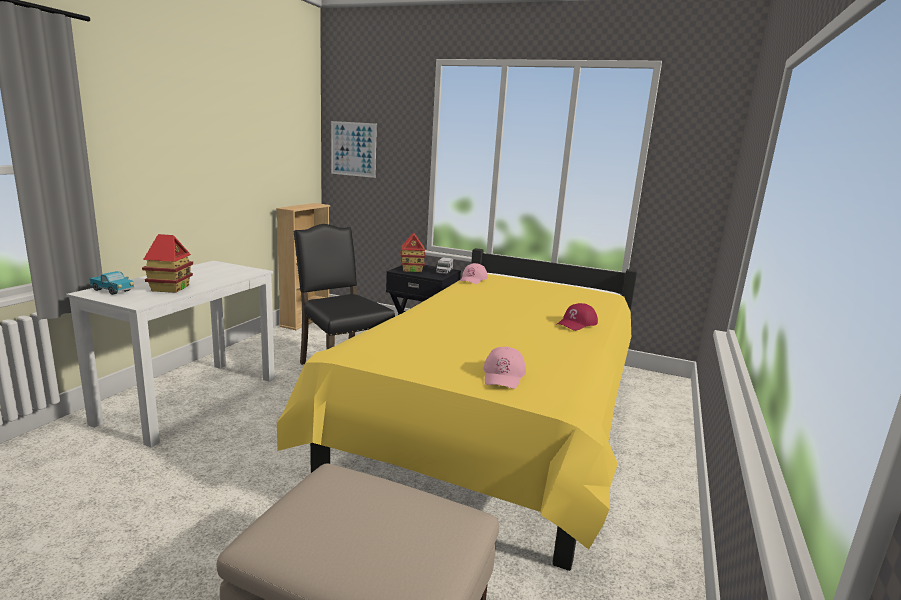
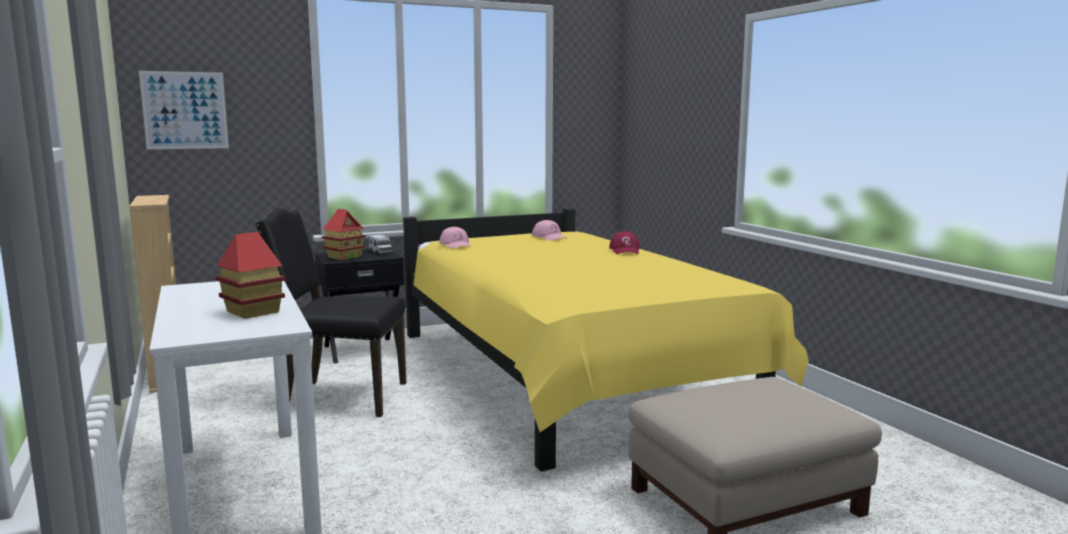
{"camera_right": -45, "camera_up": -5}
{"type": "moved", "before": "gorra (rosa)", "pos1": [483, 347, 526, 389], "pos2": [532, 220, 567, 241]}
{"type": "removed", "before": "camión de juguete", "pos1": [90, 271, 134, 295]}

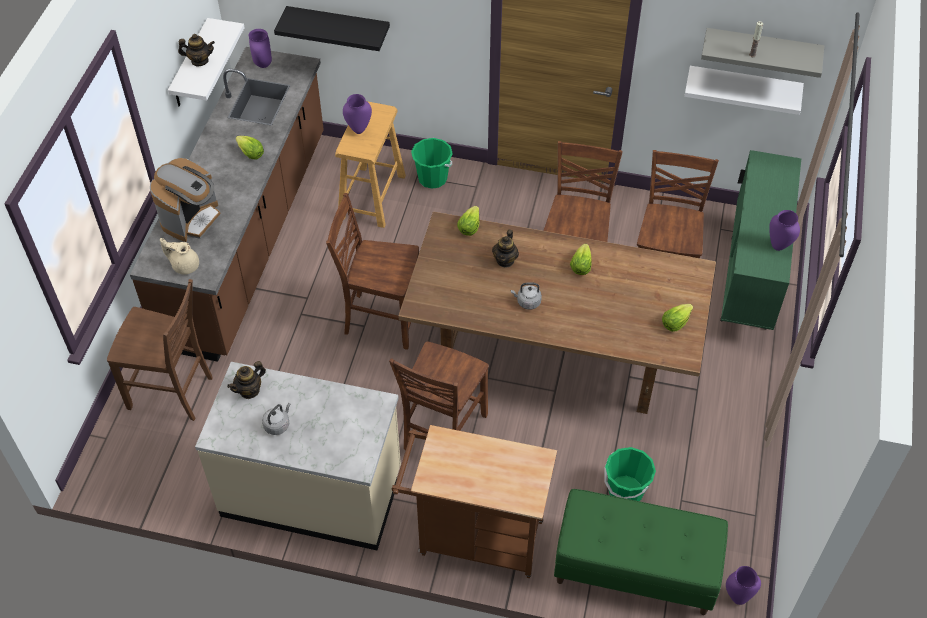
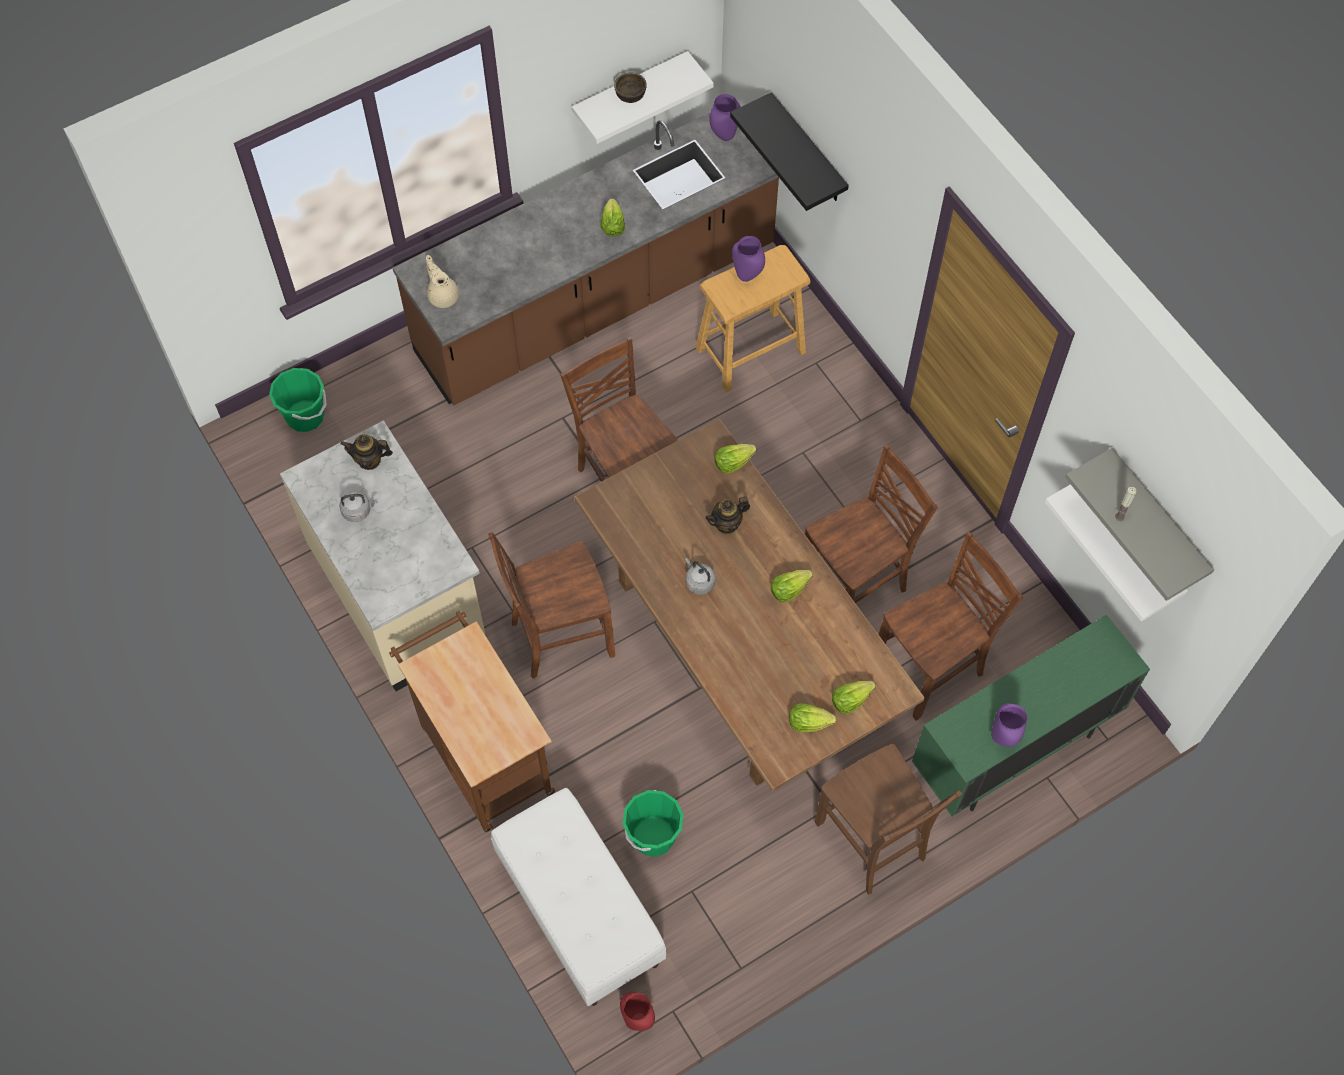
{"camera_right": 45, "camera_up": 10}
{"type": "moved", "before": "cubo (verde)", "pos1": [411, 138, 453, 189], "pos2": [269, 368, 327, 432]}
{"type": "recoloured", "before": "banco (verde)", "after": "banco (blanco)", "pos1": [554, 489, 728, 615], "pos2": [491, 788, 666, 1006]}
{"type": "replaced", "before": "tetera", "after": "cuenco (marrón)", "pos1": [178, 34, 215, 66], "pos2": [614, 72, 647, 103]}
{"type": "recoloured", "before": "florero (morado)", "after": "florero (rojo)", "pos1": [726, 566, 761, 605], "pos2": [620, 992, 655, 1031]}
{"type": "moved", "before": "silla (marrón)", "pos1": [107, 279, 213, 421], "pos2": [815, 744, 962, 894]}
{"type": "added", "after": "lechuga", "pos2": [832, 681, 876, 714]}
{"type": "removed", "before": "cafetera", "pos1": [150, 158, 221, 242]}

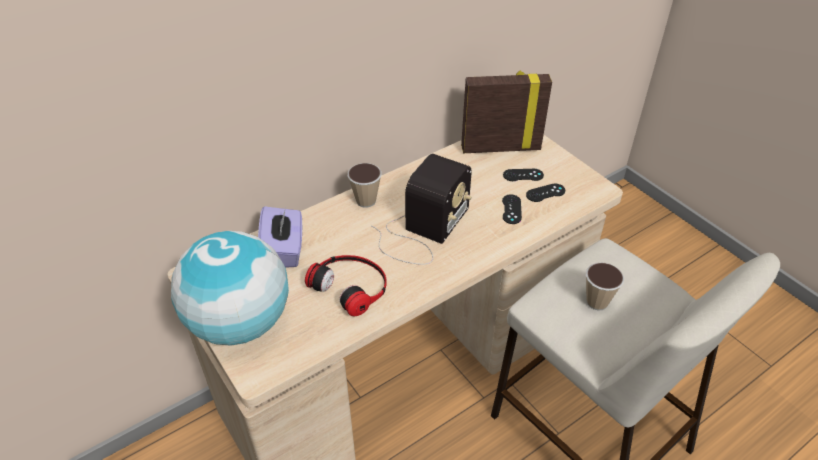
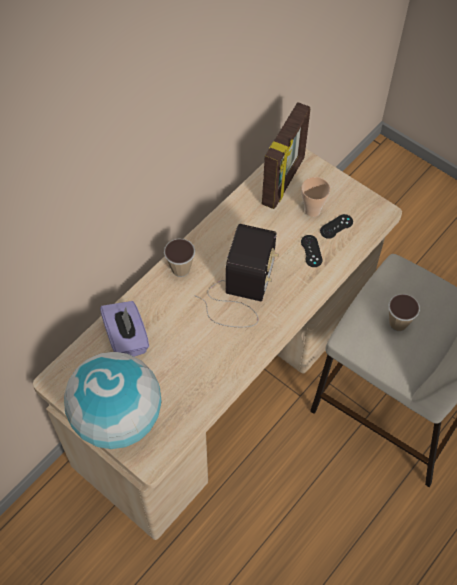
{"camera_right": -15, "camera_up": 15}
{"type": "turned", "before": "portarretratos", "pos1": [461, 71, 552, 153], "pos2": [262, 102, 310, 209], "turn": 135}
{"type": "replaced", "before": "mando de consola (negro)", "after": "taza", "pos1": [503, 169, 544, 181], "pos2": [301, 177, 330, 217]}
{"type": "removed", "before": "auriculares", "pos1": [305, 255, 387, 316]}

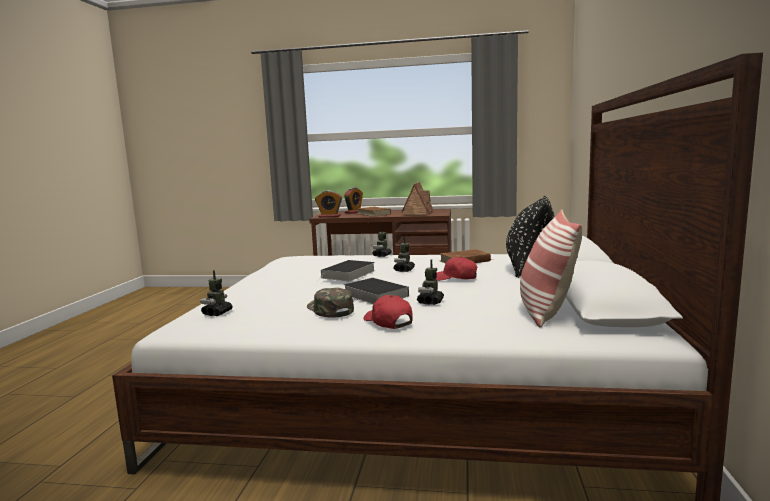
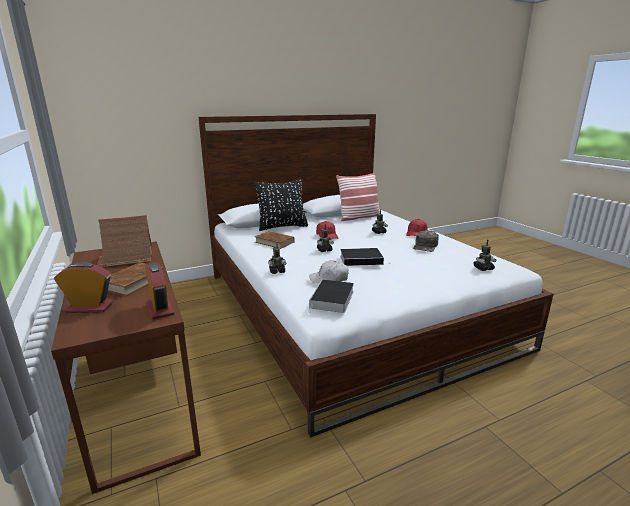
{"camera_right": -125, "camera_up": 10}
{"type": "added", "after": "gorra (blanco)", "pos2": [309, 260, 349, 283]}
{"type": "moved", "before": "libro", "pos1": [344, 278, 409, 304], "pos2": [309, 280, 354, 313]}

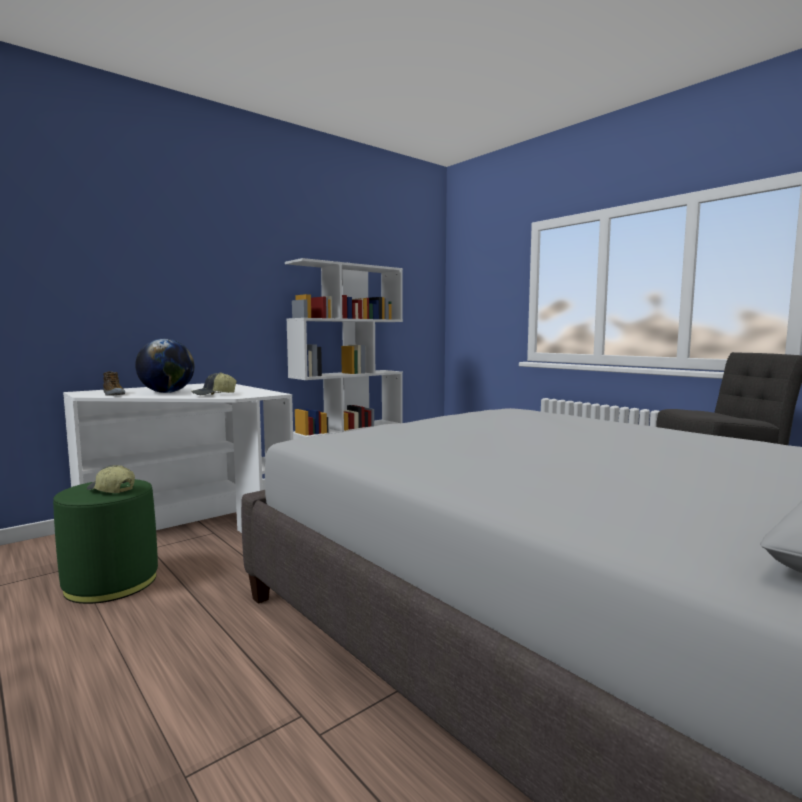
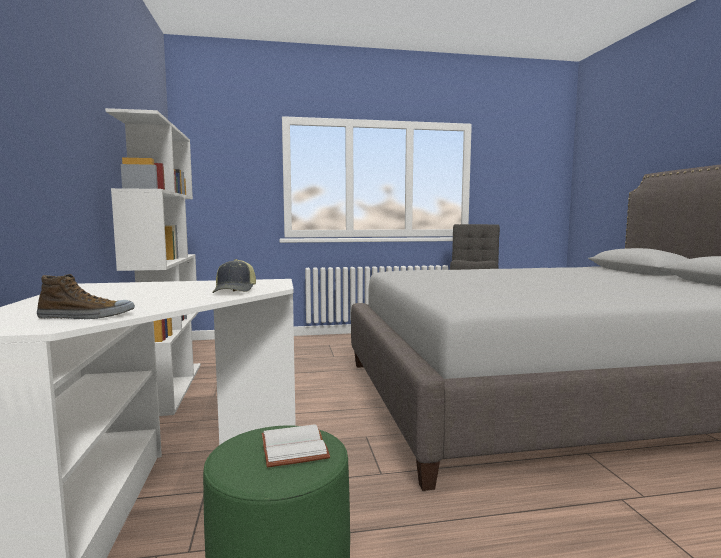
{"camera_right": -60, "camera_up": 0}
{"type": "replaced", "before": "gorra", "after": "libro (blanco)", "pos1": [87, 465, 135, 493], "pos2": [261, 424, 330, 467]}
{"type": "removed", "before": "globo terráqueo", "pos1": [135, 339, 195, 393]}

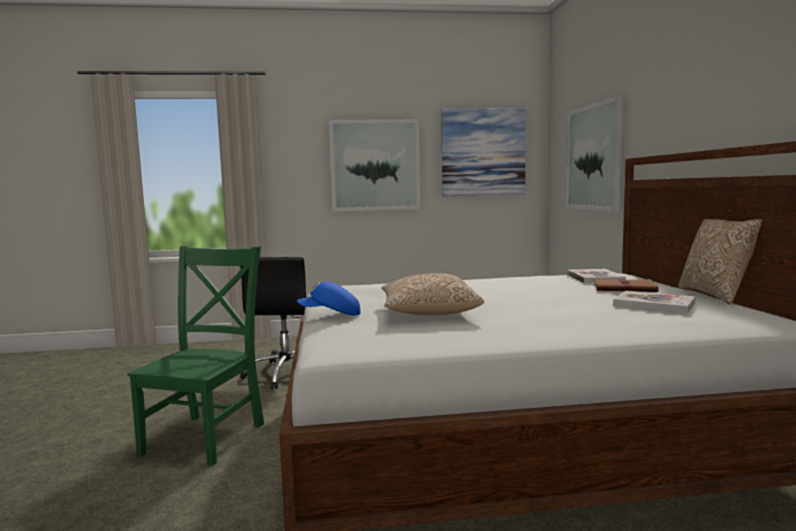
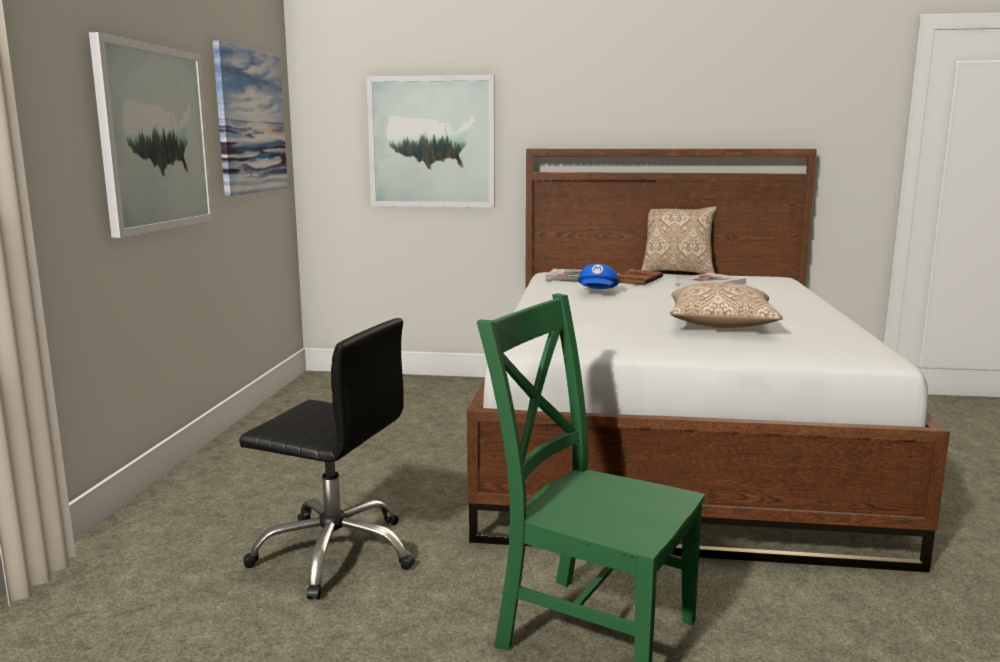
{"camera_right": -75, "camera_up": 5}
{"type": "moved", "before": "gorra (azul)", "pos1": [297, 282, 361, 316], "pos2": [578, 264, 619, 289]}

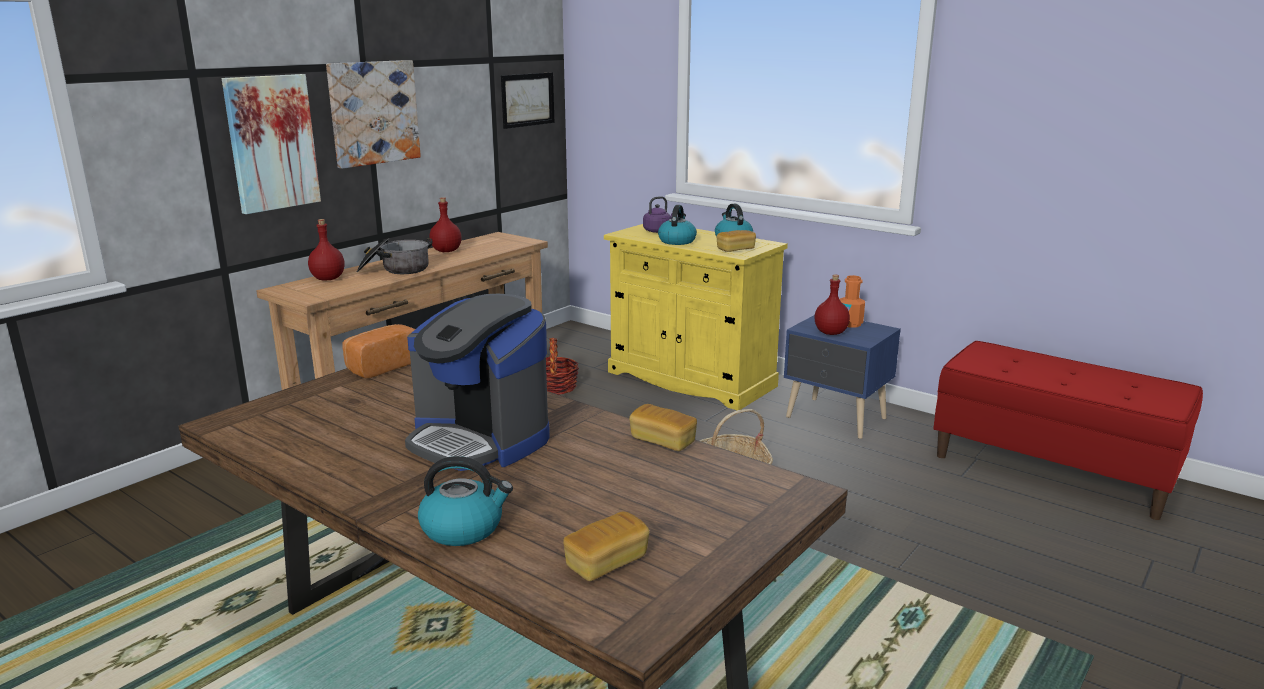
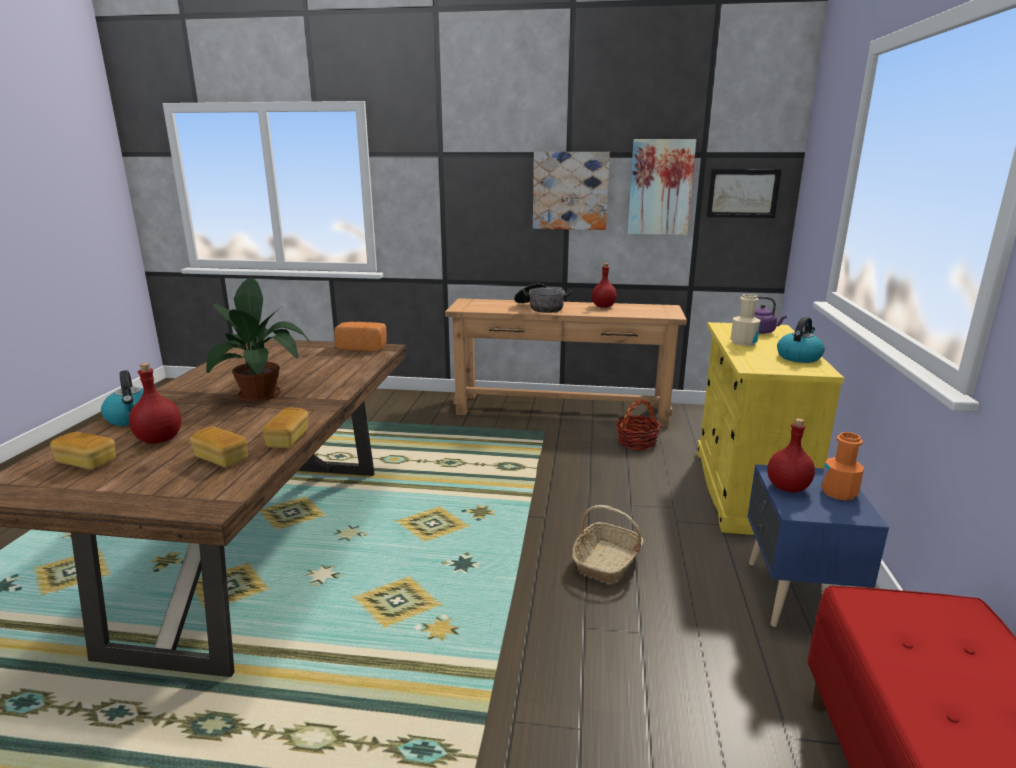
{"camera_right": 60, "camera_up": 0}
{"type": "moved", "before": "botella (rojo)", "pos1": [308, 219, 345, 280], "pos2": [129, 363, 181, 444]}
{"type": "moved", "before": "pan", "pos1": [717, 230, 756, 252], "pos2": [190, 427, 248, 468]}
{"type": "replaced", "before": "cafetera", "after": "planta en maceta", "pos1": [405, 294, 550, 471], "pos2": [206, 278, 312, 402]}
{"type": "moved", "before": "cuadro", "pos1": [222, 74, 321, 214], "pos2": [628, 139, 696, 235]}
{"type": "replaced", "before": "hervidor", "after": "botella (beis)", "pos1": [658, 205, 697, 245], "pos2": [731, 294, 760, 346]}

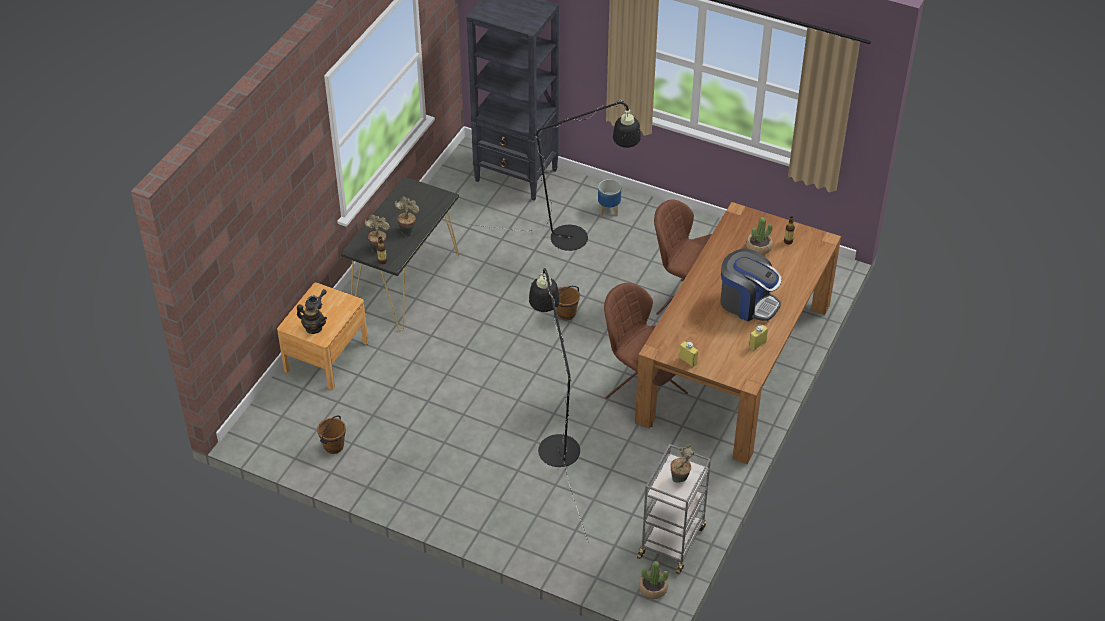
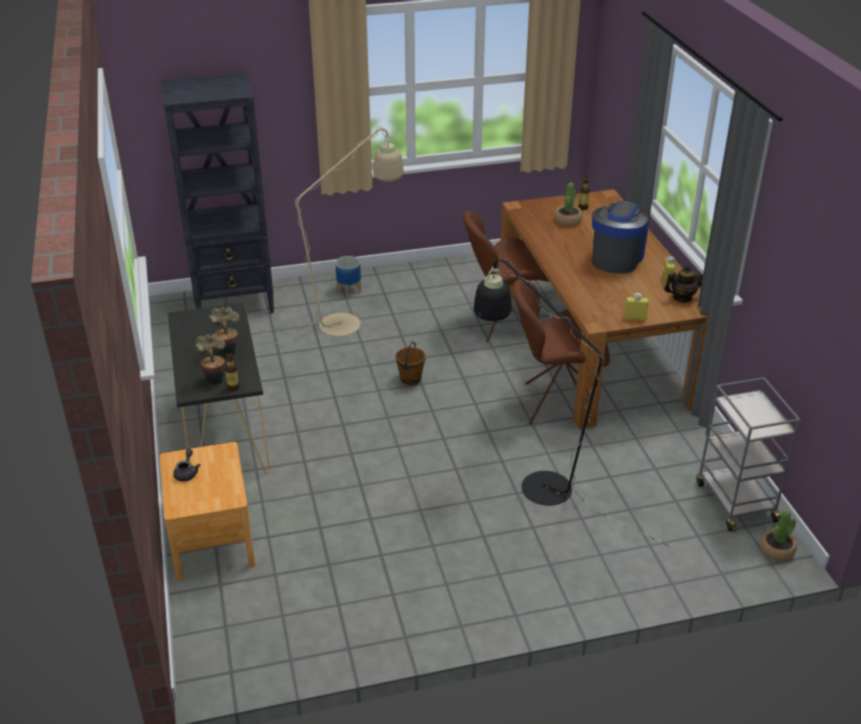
{"camera_right": -40, "camera_up": -10}
{"type": "recoloured", "before": "lámpara de pie (negro)", "after": "lámpara de pie (beis)", "pos1": [468, 100, 641, 251], "pos2": [256, 126, 404, 350]}
{"type": "turned", "before": "cafetera", "pos1": [720, 248, 781, 322], "pos2": [592, 200, 649, 273], "turn": -60}
{"type": "moved", "before": "tetera", "pos1": [297, 304, 327, 334], "pos2": [664, 265, 703, 302]}
{"type": "removed", "before": "cubo (marrón)", "pos1": [317, 415, 346, 454]}
{"type": "removed", "before": "planta en maceta", "pos1": [670, 444, 695, 483]}

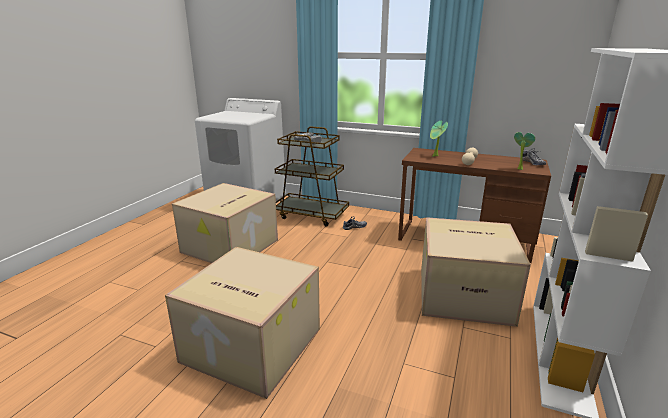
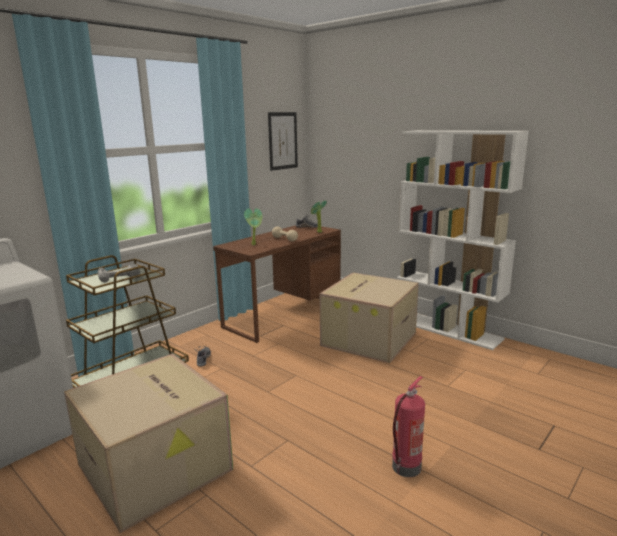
{"camera_right": -70, "camera_up": -5}
{"type": "added", "after": "cuadro", "pos2": [268, 112, 298, 171]}
{"type": "replaced", "before": "caja de cartón", "after": "extintor", "pos1": [165, 247, 320, 399], "pos2": [392, 376, 425, 477]}

